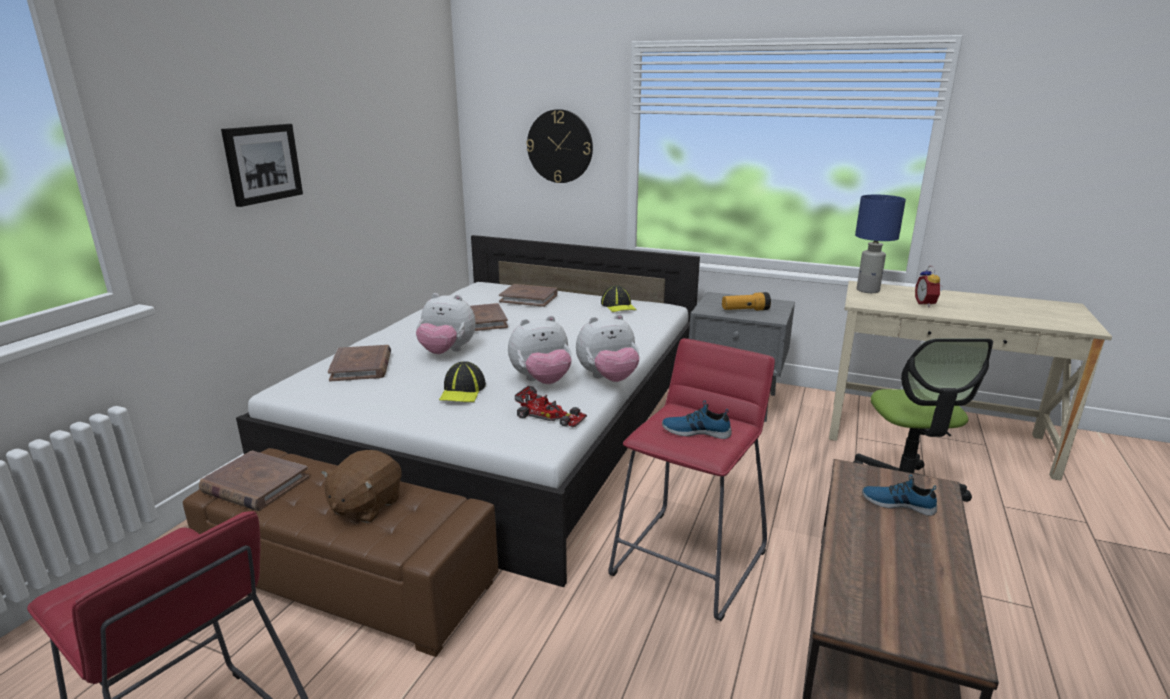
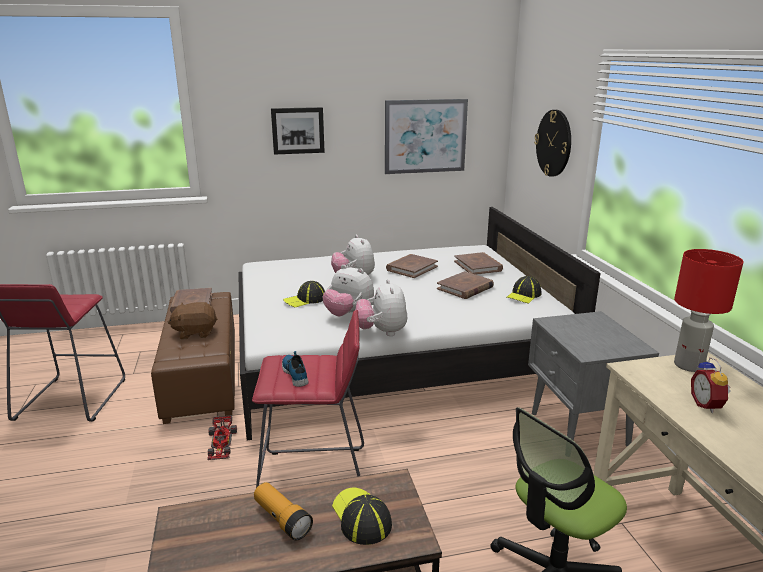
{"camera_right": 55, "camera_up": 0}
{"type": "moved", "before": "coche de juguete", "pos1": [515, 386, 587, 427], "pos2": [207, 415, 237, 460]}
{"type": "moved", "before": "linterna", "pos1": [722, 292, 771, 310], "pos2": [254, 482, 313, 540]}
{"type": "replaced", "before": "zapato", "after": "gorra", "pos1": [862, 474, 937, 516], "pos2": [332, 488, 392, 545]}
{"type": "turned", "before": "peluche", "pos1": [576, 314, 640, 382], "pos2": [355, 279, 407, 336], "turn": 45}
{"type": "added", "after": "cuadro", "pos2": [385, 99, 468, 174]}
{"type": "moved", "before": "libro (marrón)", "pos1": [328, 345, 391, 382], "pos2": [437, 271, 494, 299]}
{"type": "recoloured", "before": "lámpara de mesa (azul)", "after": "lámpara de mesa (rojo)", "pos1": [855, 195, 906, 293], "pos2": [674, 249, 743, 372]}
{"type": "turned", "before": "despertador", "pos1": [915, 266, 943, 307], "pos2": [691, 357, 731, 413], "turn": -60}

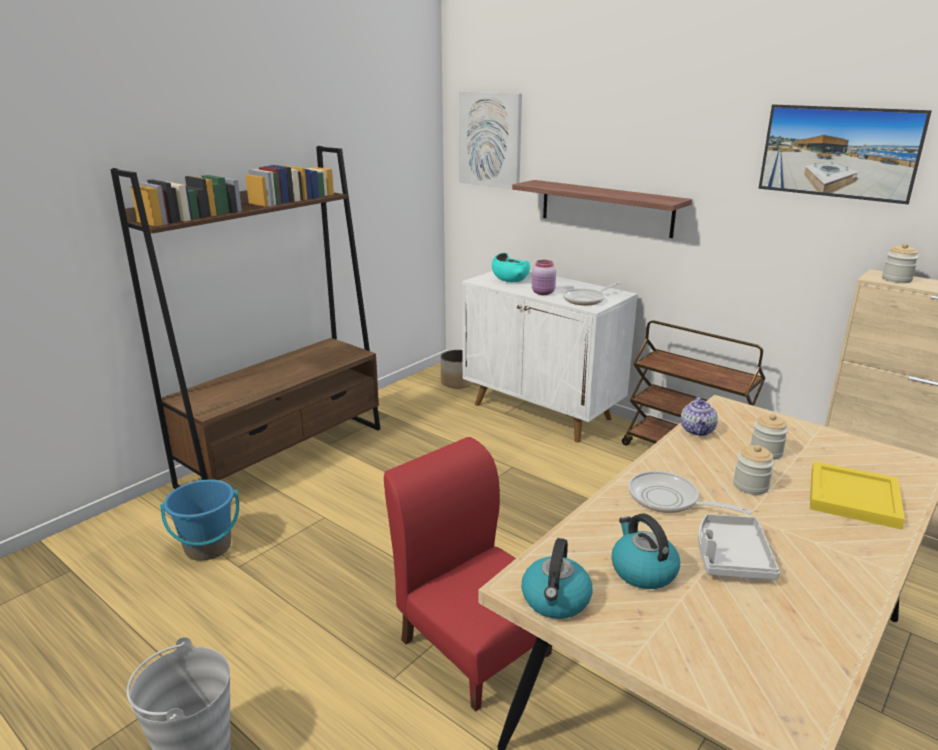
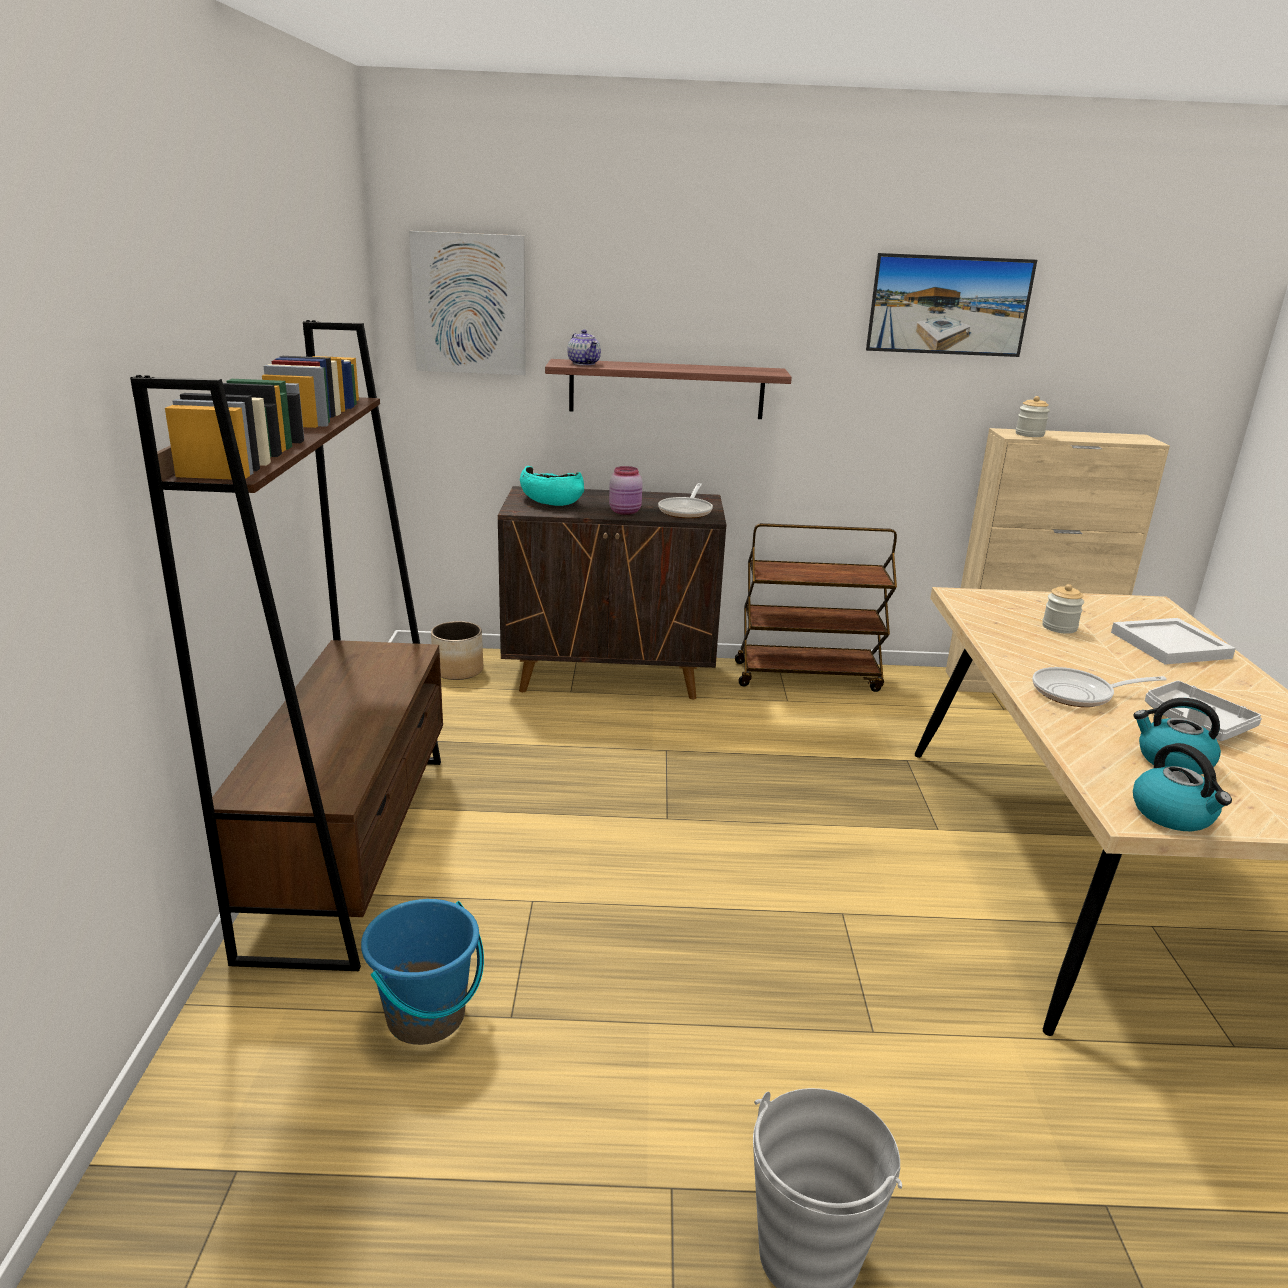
{"camera_right": -40, "camera_up": 0}
{"type": "recoloured", "before": "armario (blanco)", "after": "armario (marrón)", "pos1": [462, 271, 638, 443], "pos2": [498, 486, 726, 699]}
{"type": "moved", "before": "tetera", "pos1": [681, 396, 718, 436], "pos2": [567, 330, 601, 365]}
{"type": "recoloured", "before": "bandeja (amarillo)", "after": "bandeja (blanco)", "pos1": [810, 461, 905, 530], "pos2": [1111, 618, 1236, 664]}
{"type": "removed", "before": "silla (rojo)", "pos1": [384, 437, 552, 711]}
{"type": "removed", "before": "tarro", "pos1": [733, 445, 774, 495]}

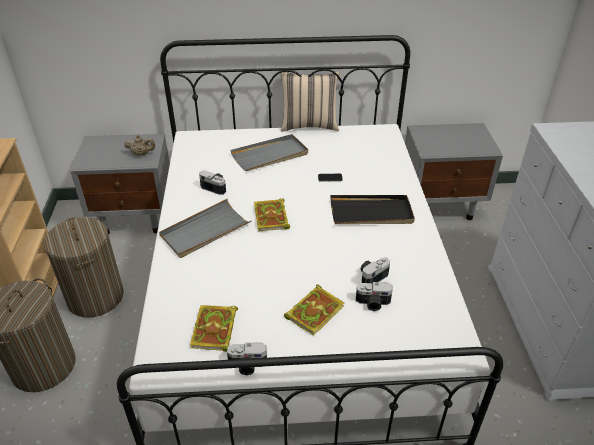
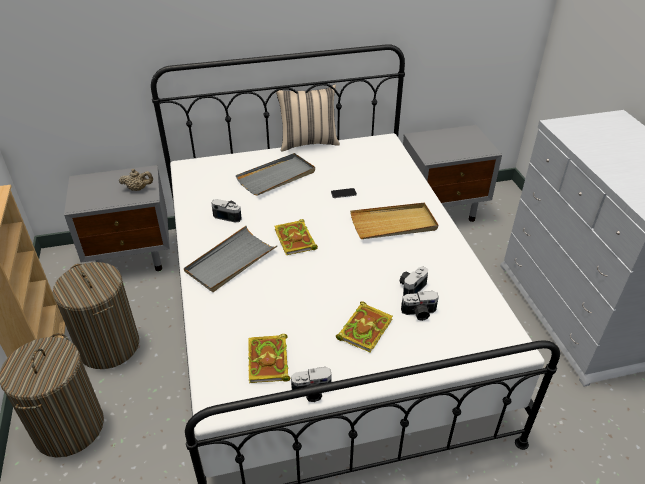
{"camera_right": -10, "camera_up": 0}
{"type": "recoloured", "before": "bandeja (negro)", "after": "bandeja (beis)", "pos1": [331, 195, 415, 224], "pos2": [350, 203, 438, 239]}

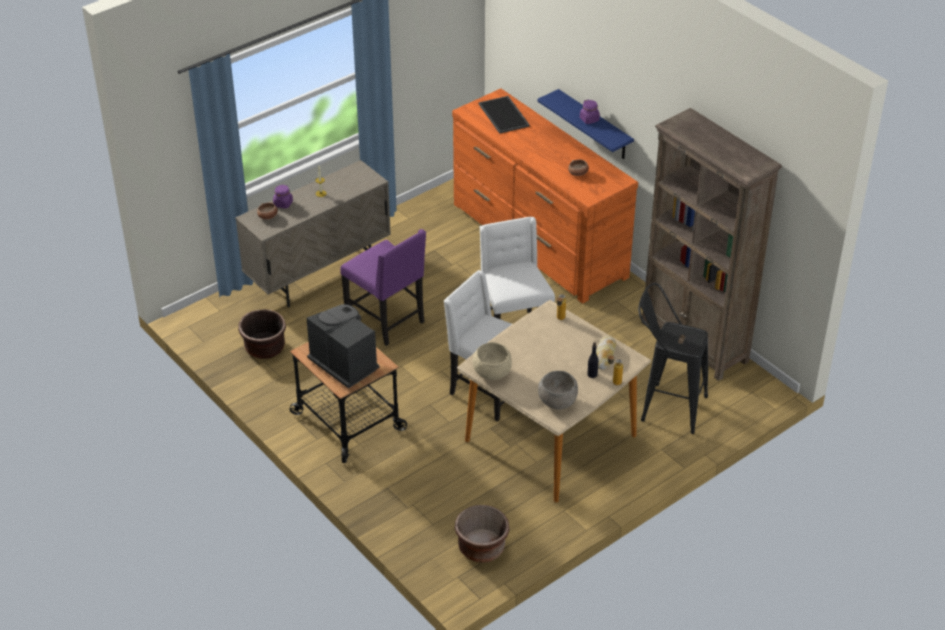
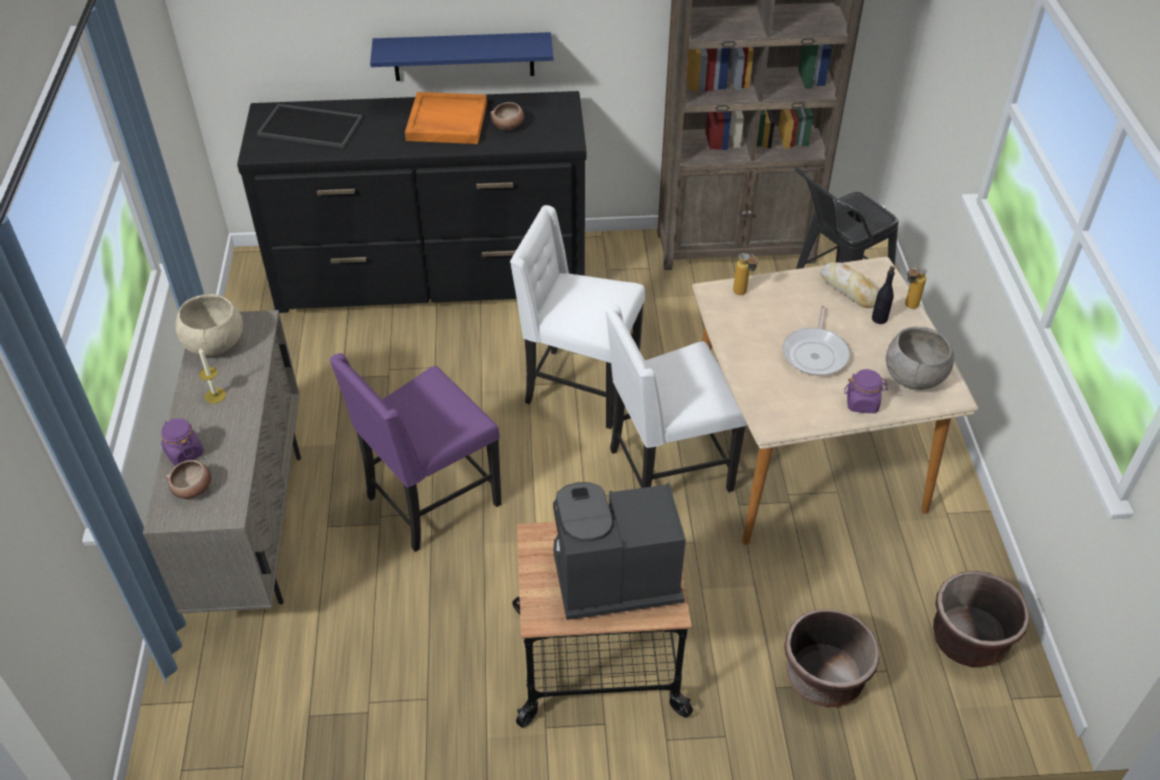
{"camera_right": -55, "camera_up": 5}
{"type": "moved", "before": "cuenco (beis)", "pos1": [472, 342, 512, 380], "pos2": [176, 294, 243, 356]}
{"type": "recoloured", "before": "cómoda (naranja)", "after": "cómoda (negro)", "pos1": [452, 89, 638, 303], "pos2": [237, 91, 586, 313]}
{"type": "turned", "before": "silla (morado)", "pos1": [340, 229, 426, 346], "pos2": [329, 353, 502, 552], "turn": 150}
{"type": "added", "after": "bandeja (naranja)", "pos2": [405, 92, 487, 144]}
{"type": "added", "after": "sartén", "pos2": [782, 305, 850, 376]}
{"type": "moved", "before": "maceta (marrón)", "pos1": [238, 309, 286, 359], "pos2": [784, 609, 879, 707]}
{"type": "moved", "before": "tarro (morado)", "pos1": [580, 100, 600, 124], "pos2": [844, 369, 888, 413]}

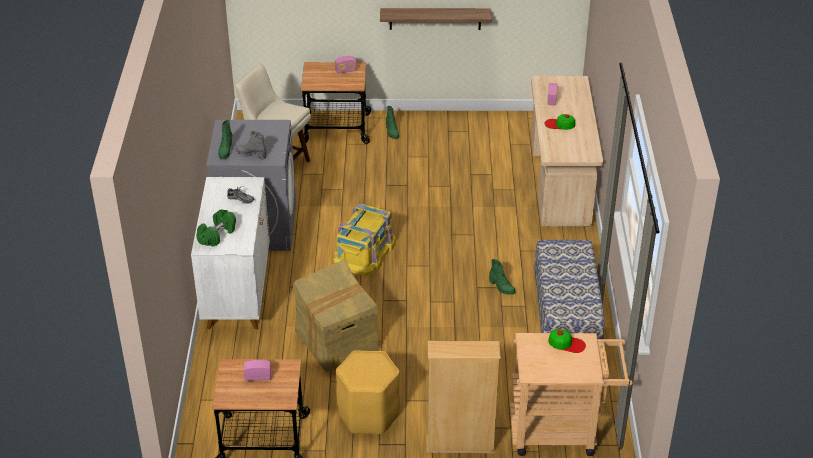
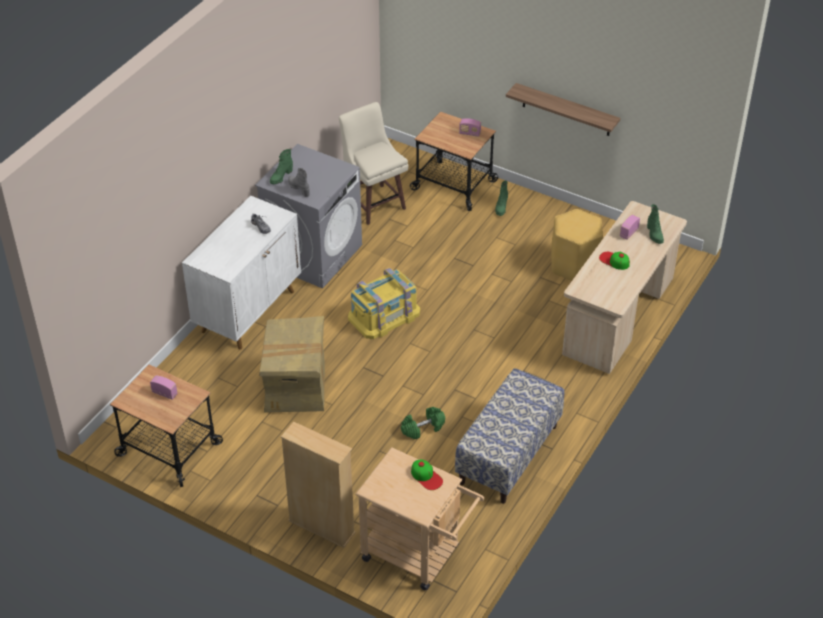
{"camera_right": 30, "camera_up": 5}
{"type": "moved", "before": "mancuerna (verde)", "pos1": [196, 209, 236, 247], "pos2": [401, 407, 445, 439]}
{"type": "moved", "before": "taburete (amarillo)", "pos1": [336, 350, 400, 434], "pos2": [551, 209, 603, 281]}
{"type": "moved", "before": "bota (verde)", "pos1": [489, 259, 516, 295], "pos2": [647, 204, 664, 244]}

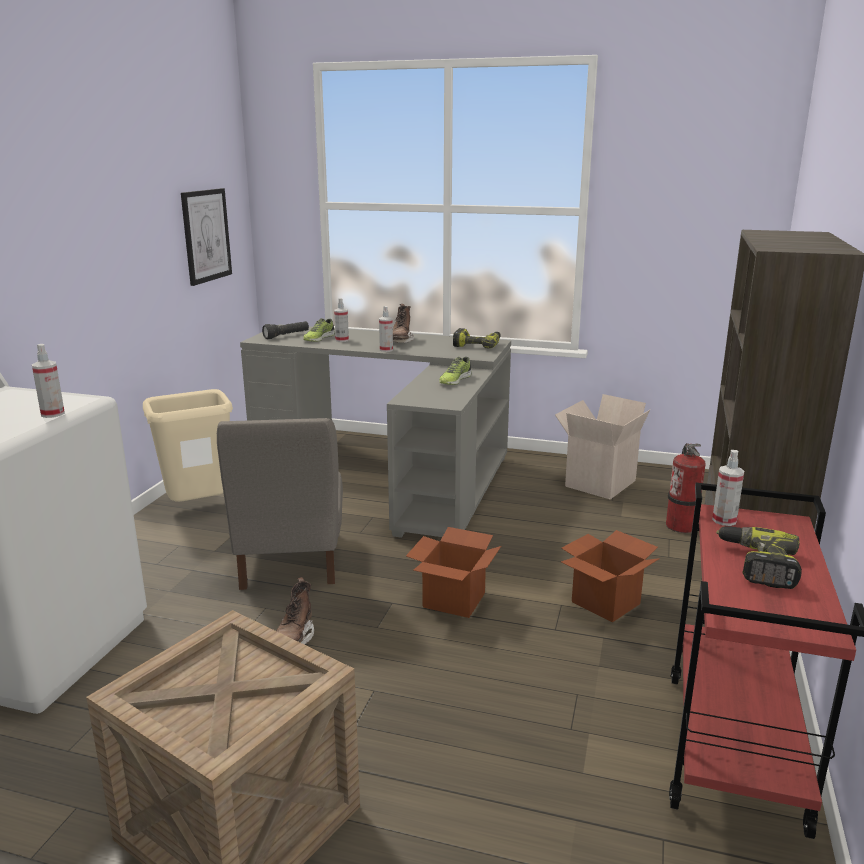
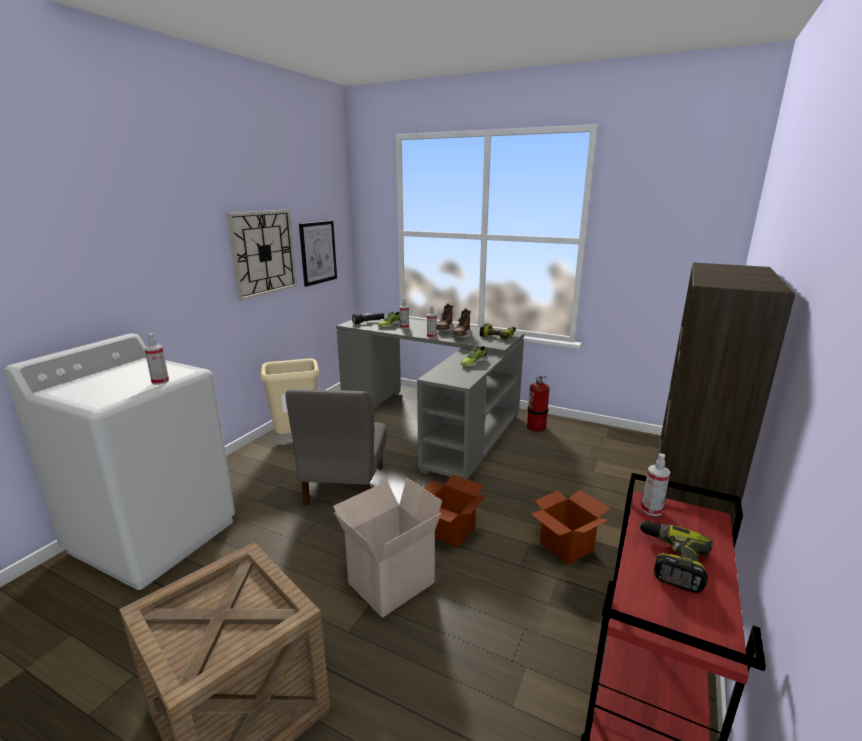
{"camera_right": 10, "camera_up": 0}
{"type": "added", "after": "reloj de pared", "pos2": [226, 210, 297, 301]}
{"type": "moved", "before": "caja de cartón", "pos1": [555, 394, 650, 499], "pos2": [333, 478, 442, 618]}
{"type": "moved", "before": "bota (marrón)", "pos1": [277, 577, 314, 645], "pos2": [451, 308, 471, 338]}
{"type": "moved", "before": "extintor", "pos1": [666, 443, 706, 533], "pos2": [527, 376, 550, 432]}

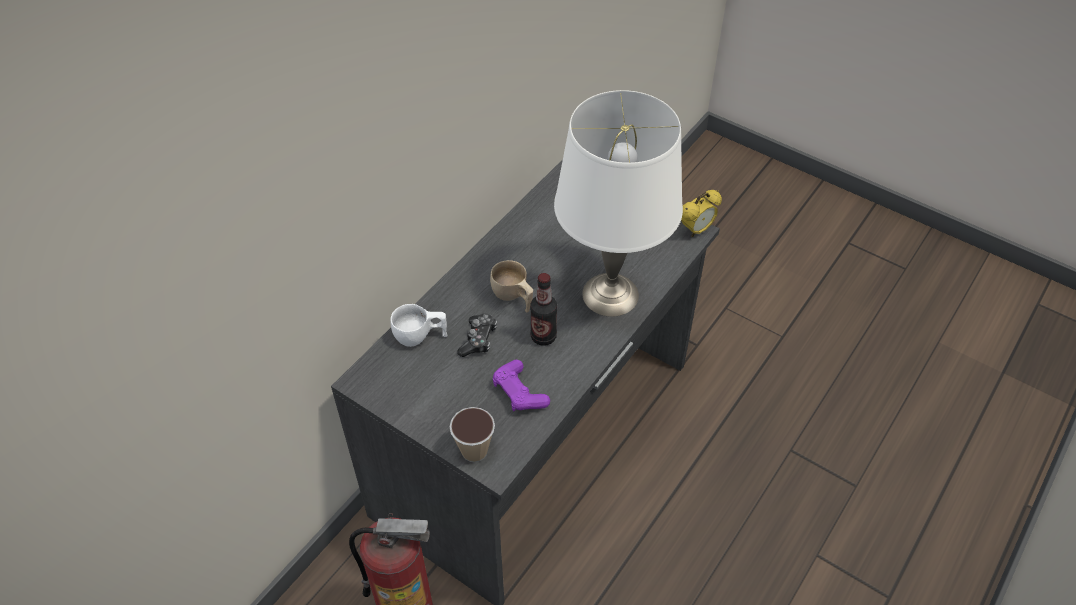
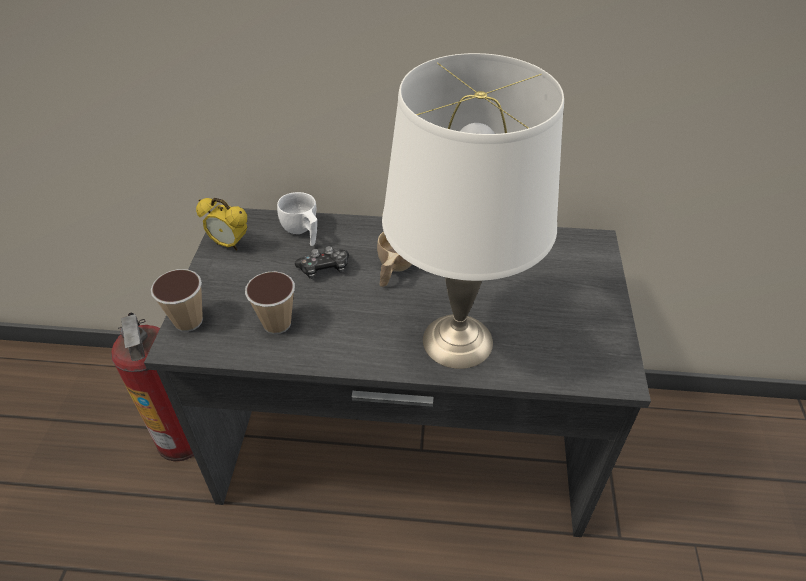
{"camera_right": 60, "camera_up": -5}
{"type": "moved", "before": "despertador", "pos1": [681, 190, 722, 237], "pos2": [196, 198, 247, 250]}
{"type": "replaced", "before": "mando de consola (morado)", "after": "taza", "pos1": [493, 360, 550, 411], "pos2": [245, 271, 295, 334]}
{"type": "removed", "before": "botella", "pos1": [530, 273, 558, 346]}

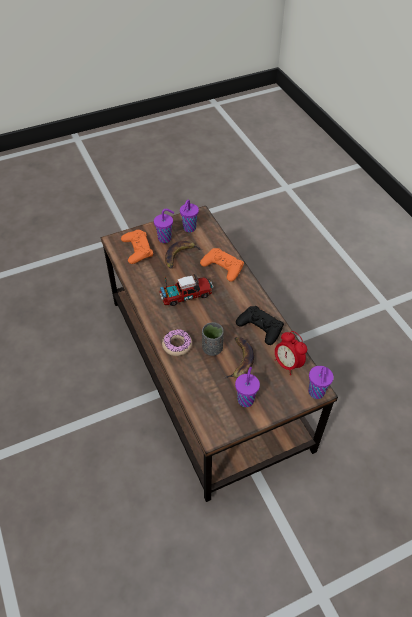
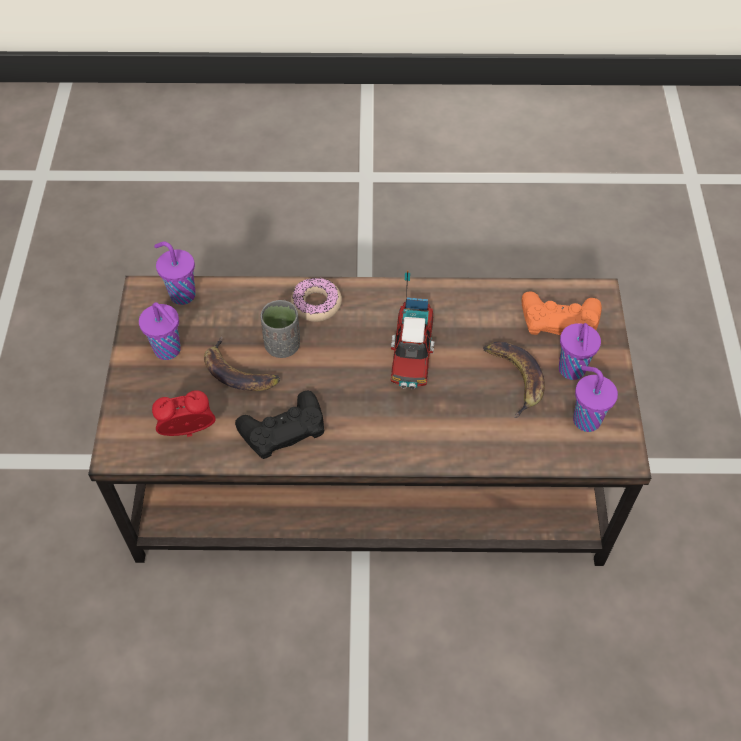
{"camera_right": 115, "camera_up": 5}
{"type": "moved", "before": "taza (morado)", "pos1": [309, 366, 334, 399], "pos2": [154, 241, 196, 305]}
{"type": "removed", "before": "mando de consola (naranja)", "pos1": [200, 248, 244, 282]}

